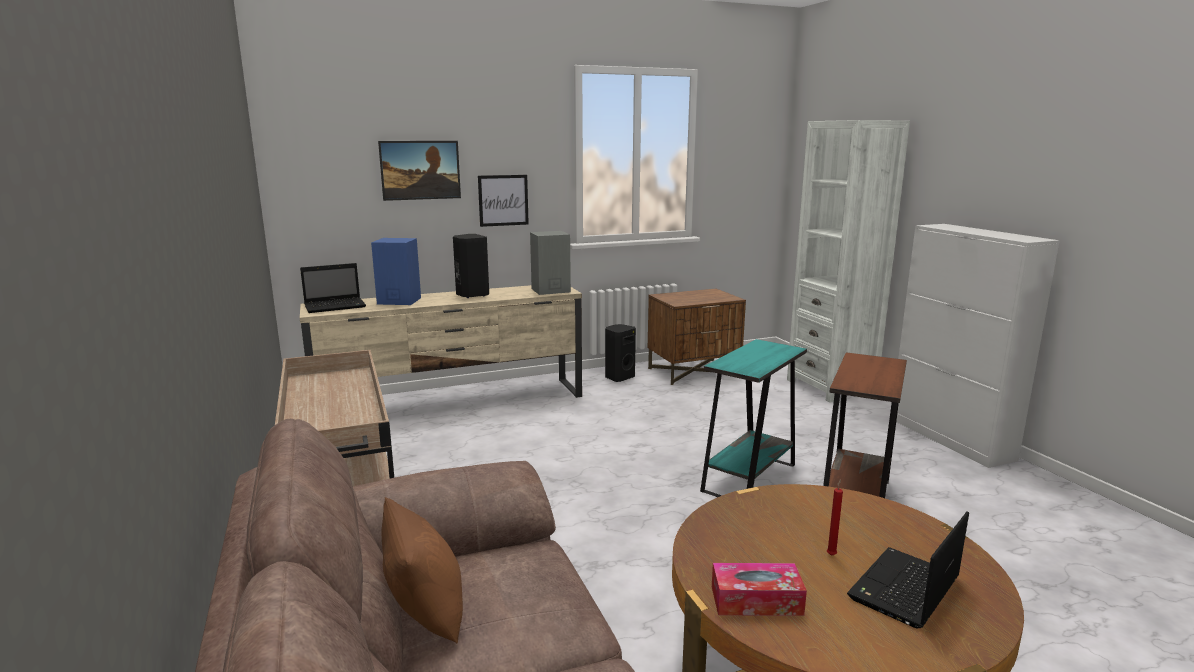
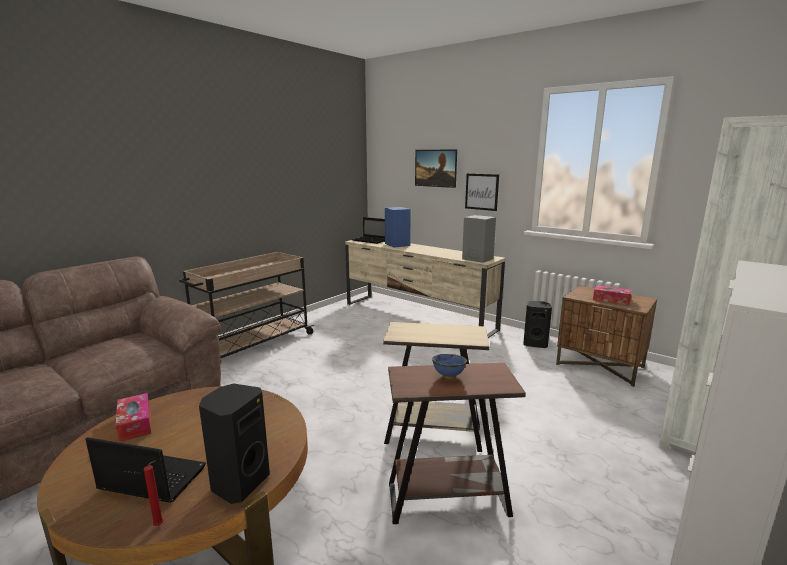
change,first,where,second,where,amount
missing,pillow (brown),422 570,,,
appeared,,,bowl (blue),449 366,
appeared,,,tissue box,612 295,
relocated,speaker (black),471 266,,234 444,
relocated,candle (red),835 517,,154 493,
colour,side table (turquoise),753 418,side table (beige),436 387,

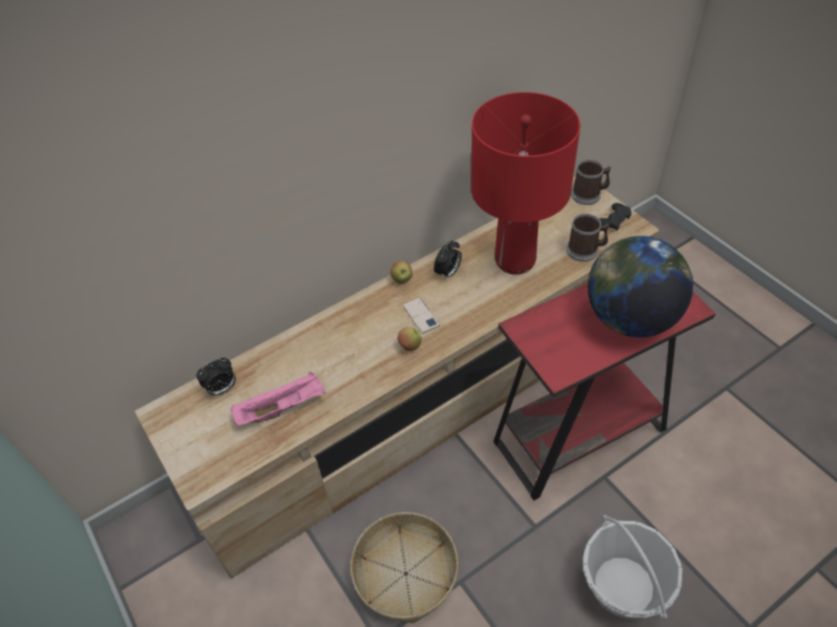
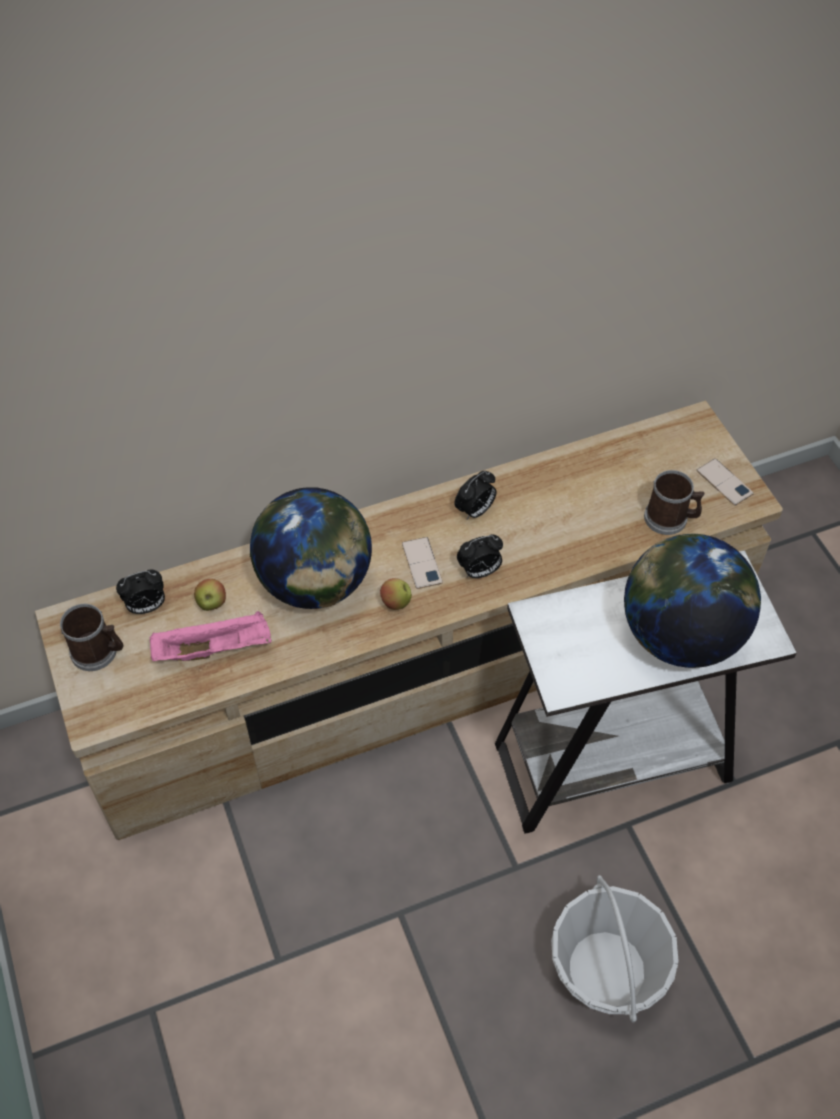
change,first,where,second,where,amount
missing,basket,404 567,,,
missing,table lamp (red),525 183,,,
appeared,,,globe,311 548,
appeared,,,alarm clock,480 556,
relocated,apple,401 272,,210 595,
relocated,mug,591 182,,92 637,
exchanged,game controller (black),615 217,phone,725 482,
colour,side table (red),604 391,side table (white),645 692,

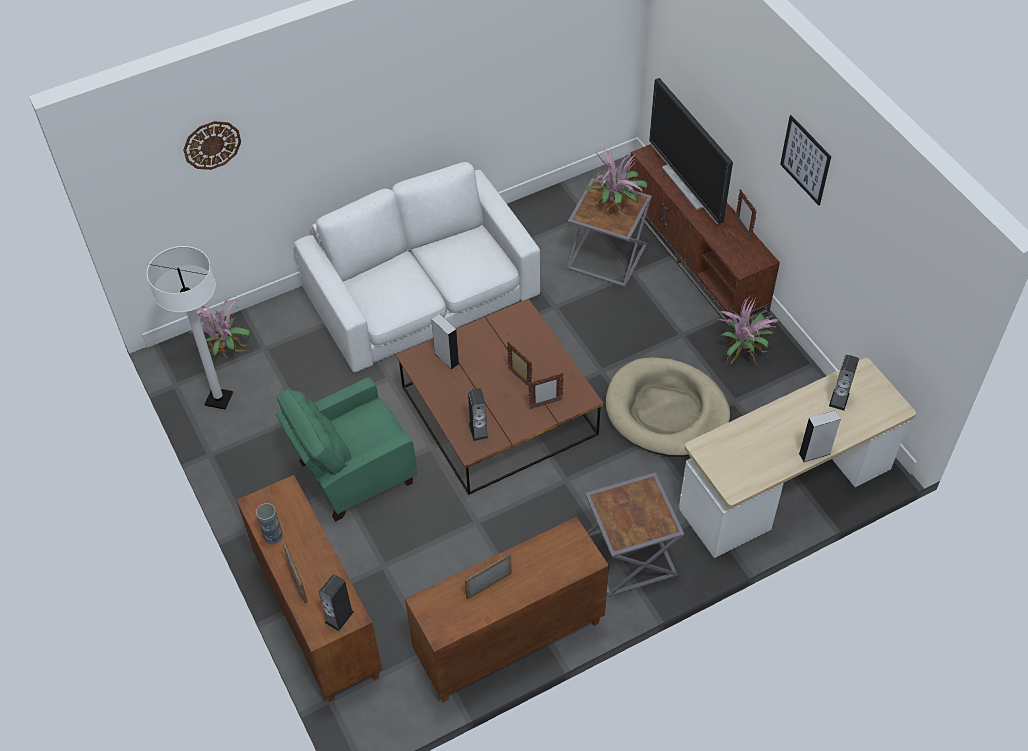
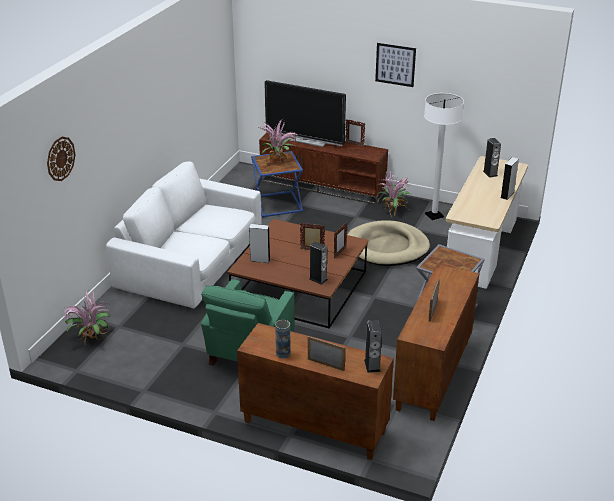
change,first,where,second,where,amount
relocated,floor lamp (white),190 327,,444 156,
colour,side table (grey),609 232,side table (blue),277 184,

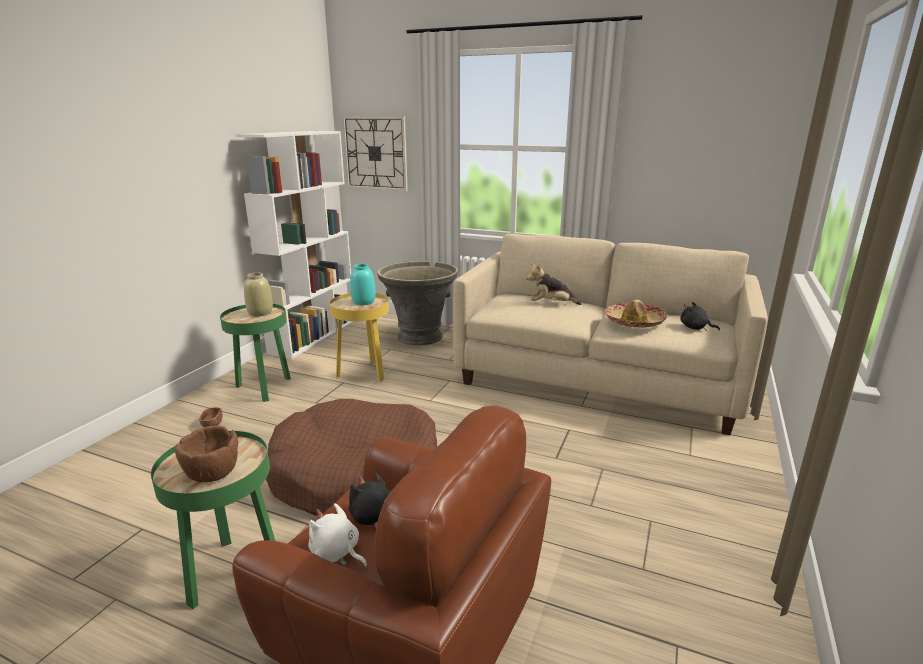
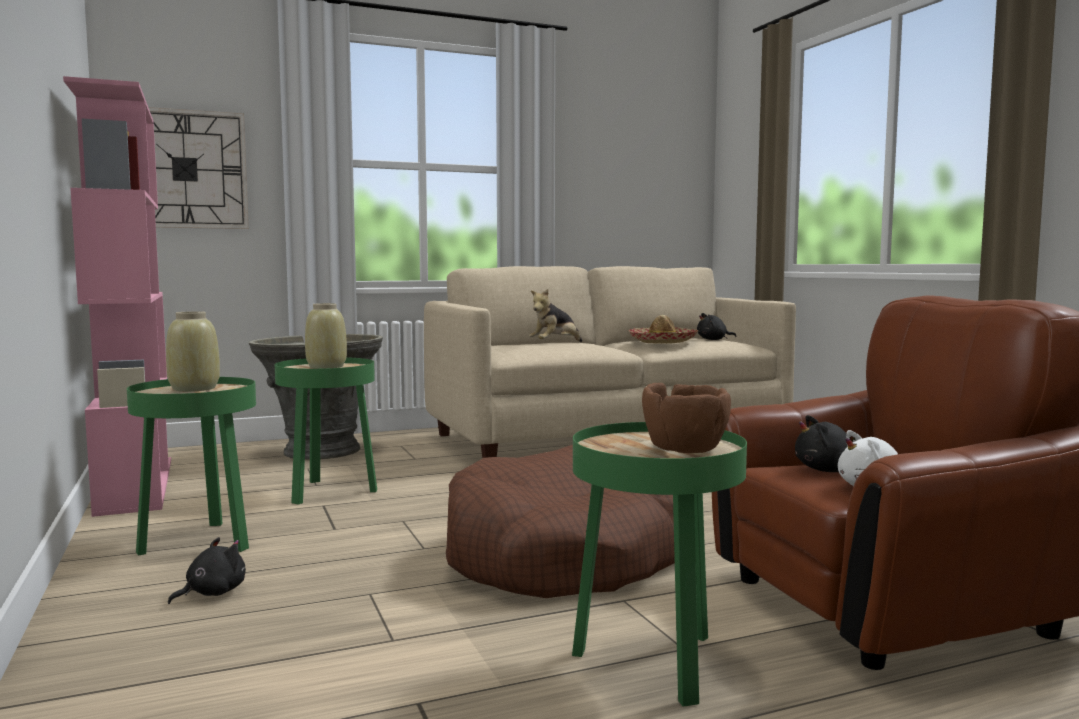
change,first,where,second,where,amount
exchanged,bowl (brown),211 417,plush toy (black),207 570,
colour,bookcase (white),295 245,bookcase (pink),117 296,
colour,side table (yellow),359 337,side table (green),326 431,
colour,vase (turquoise),363 284,vase (beige),326 336,

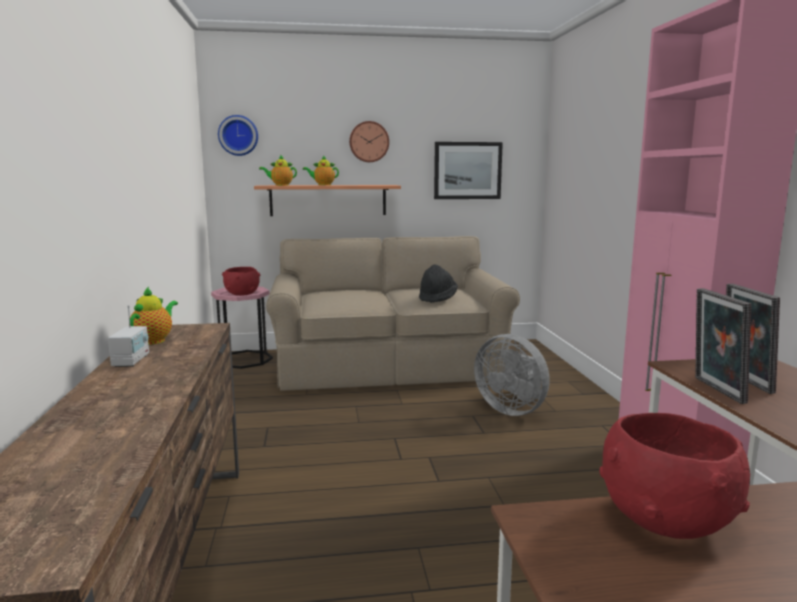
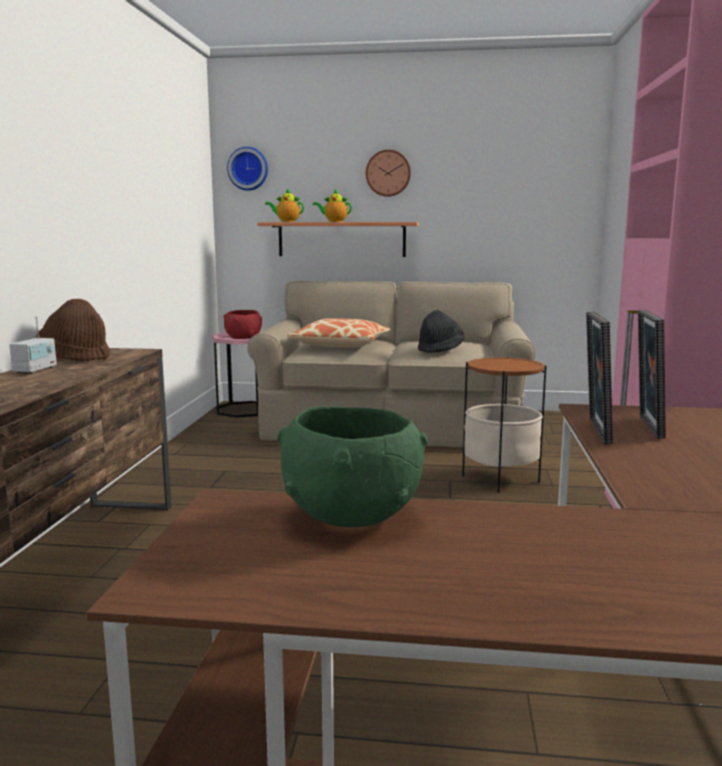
change,first,where,second,where,amount
missing,picture,468 170,,,
appeared,,,pillow,339 332,
exchanged,teapot,154 316,hat (brown),73 330,
exchanged,fan (grey),512 375,side table,504 425,
colour,bowl (red),675 476,bowl (green),352 467,

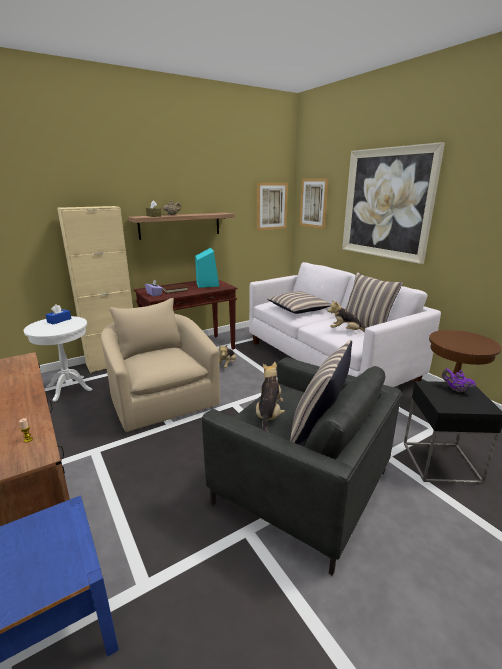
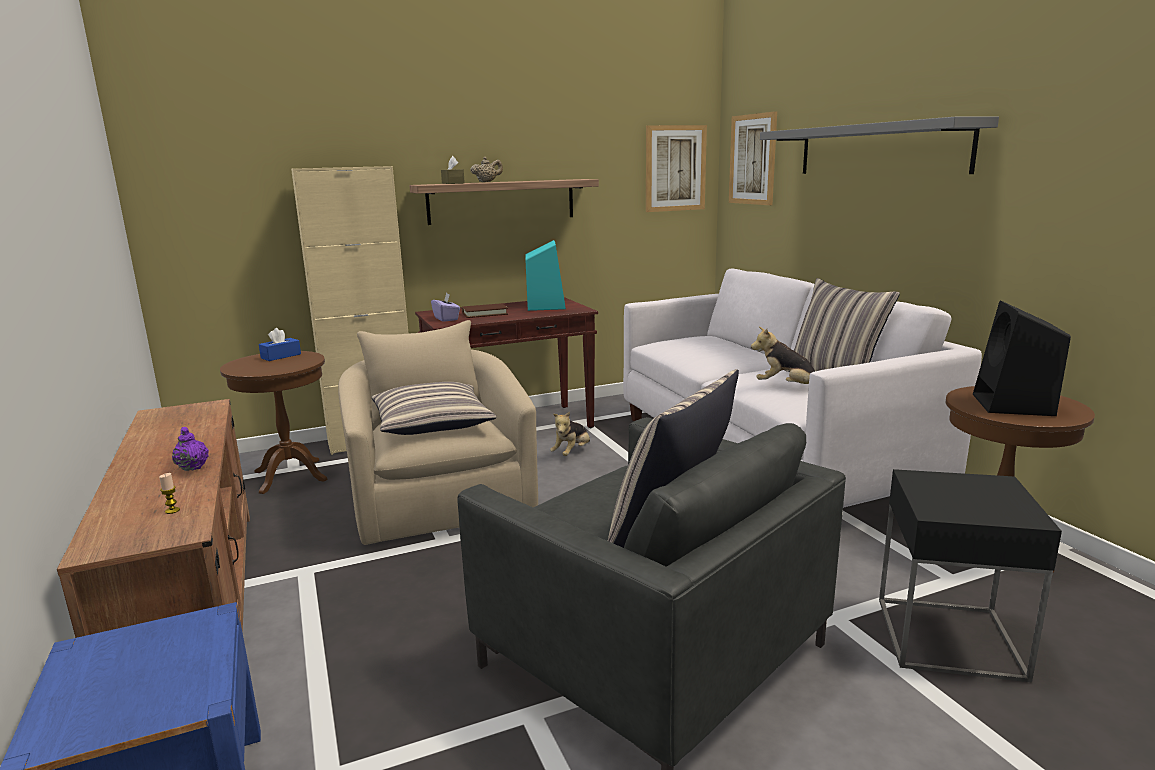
change,first,where,second,where,amount
missing,plush toy,270 397,,,
appeared,,,speaker (black),1022 358,
relocated,pillow,300 303,,434 408,
relocated,teapot (purple),459 380,,190 449,
exchanged,picture,393 203,shelf (grey),879 145,
colour,side table (white),58 359,side table (brown),274 422,

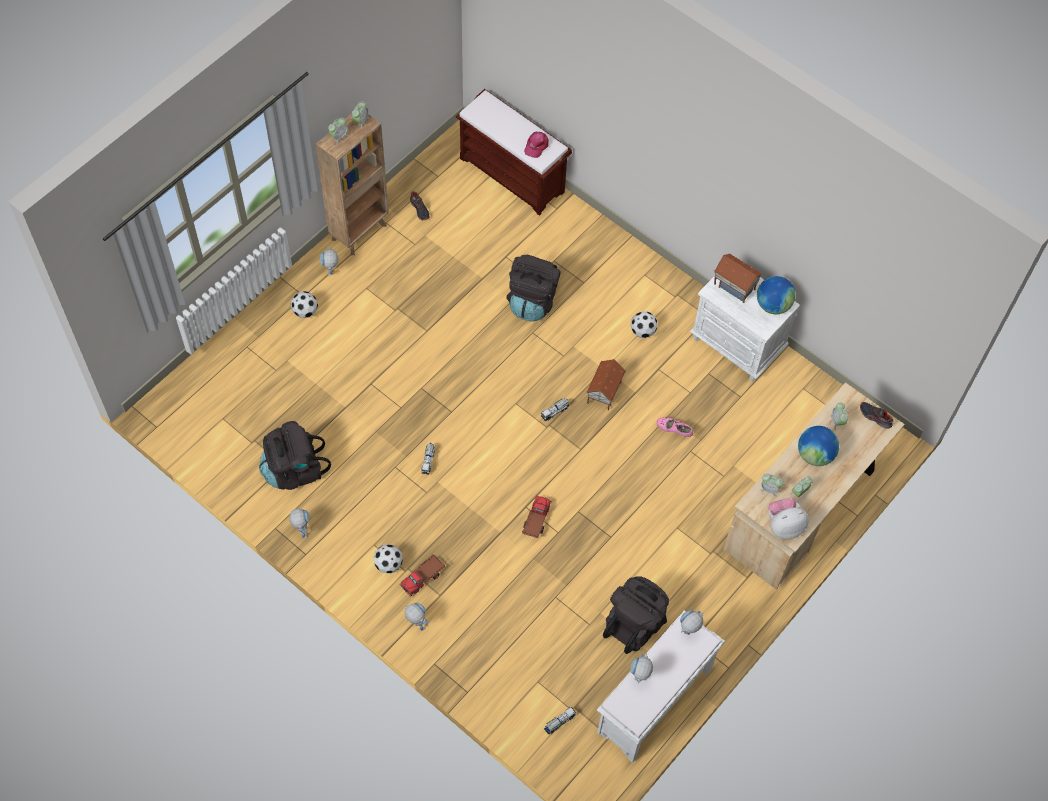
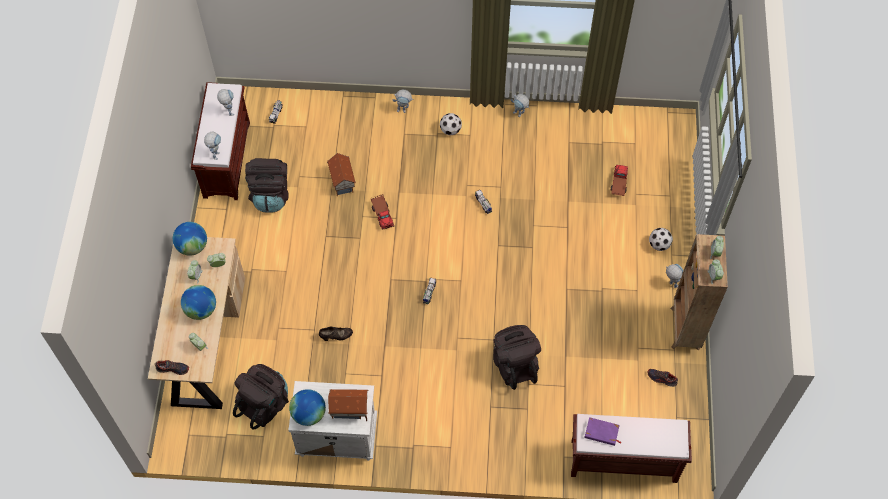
change,first,where,second,where,amount
missing,football,644 324,,,
relocated,backpack (black),295 455,,261 397,
relocated,toy truck,422 575,,619 180,
relocated,toy house,606 384,,341 174,
exchanged,cap (pink),536 144,book (purple),602 431,
exchanged,plush toy,788 518,globe,190 239,
colour,bench (white),661 687,bench (brown),220 141,
colour,shoe (pink),674 427,shoe (black),336 334,

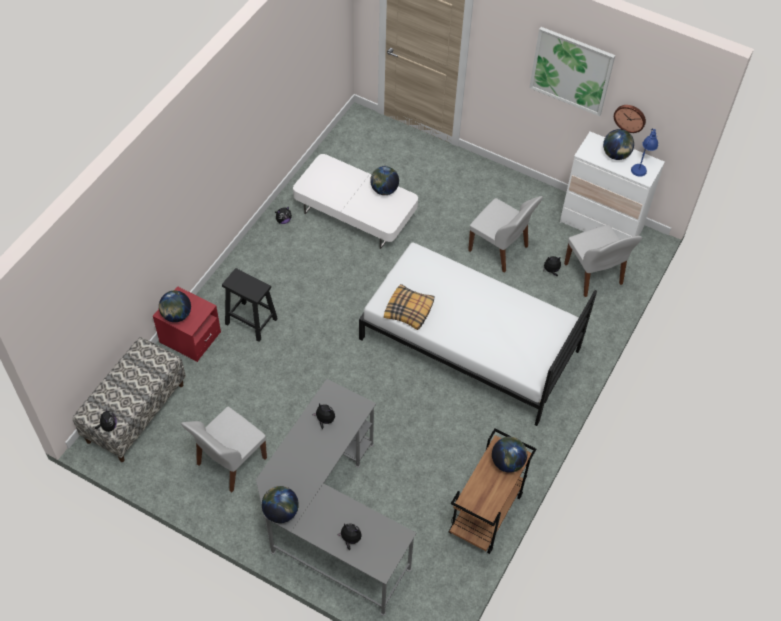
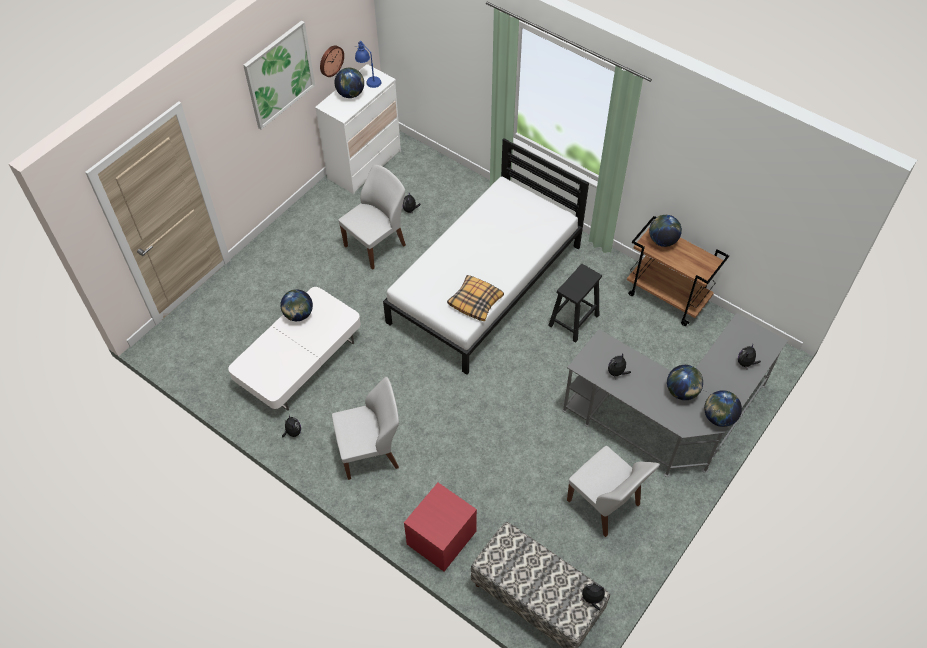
change,first,where,second,where,amount
relocated,globe,175 306,,685 382,
relocated,stool (black),250 305,,575 303,
relocated,chair (white),603 261,,365 428,

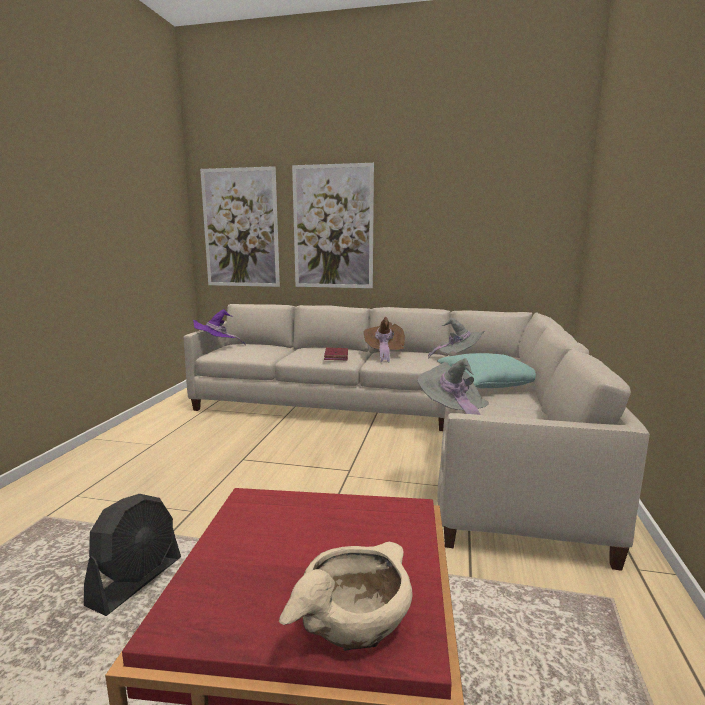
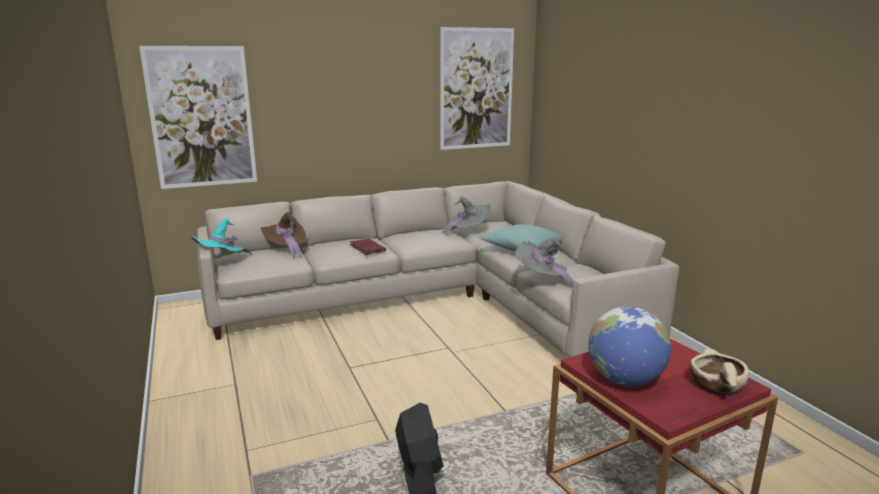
change,first,where,second,where,amount
appeared,,,globe,629 346,
relocated,picture,333 225,,477 88,
relocated,hat (brown),384 340,,285 235,
colour,hat (purple),219 327,hat (turquoise),221 236,

